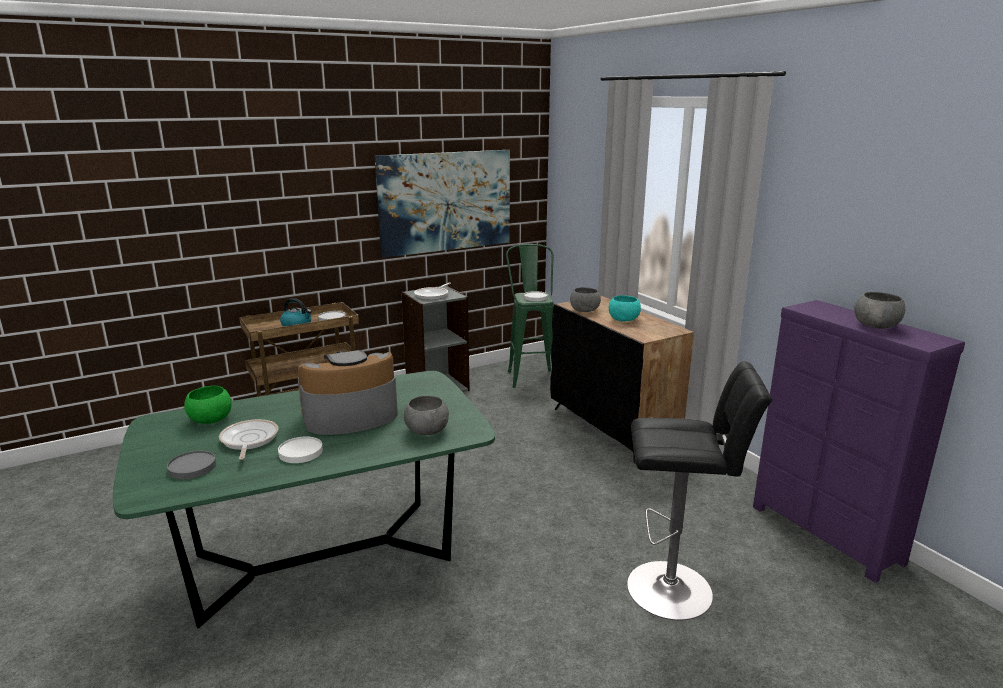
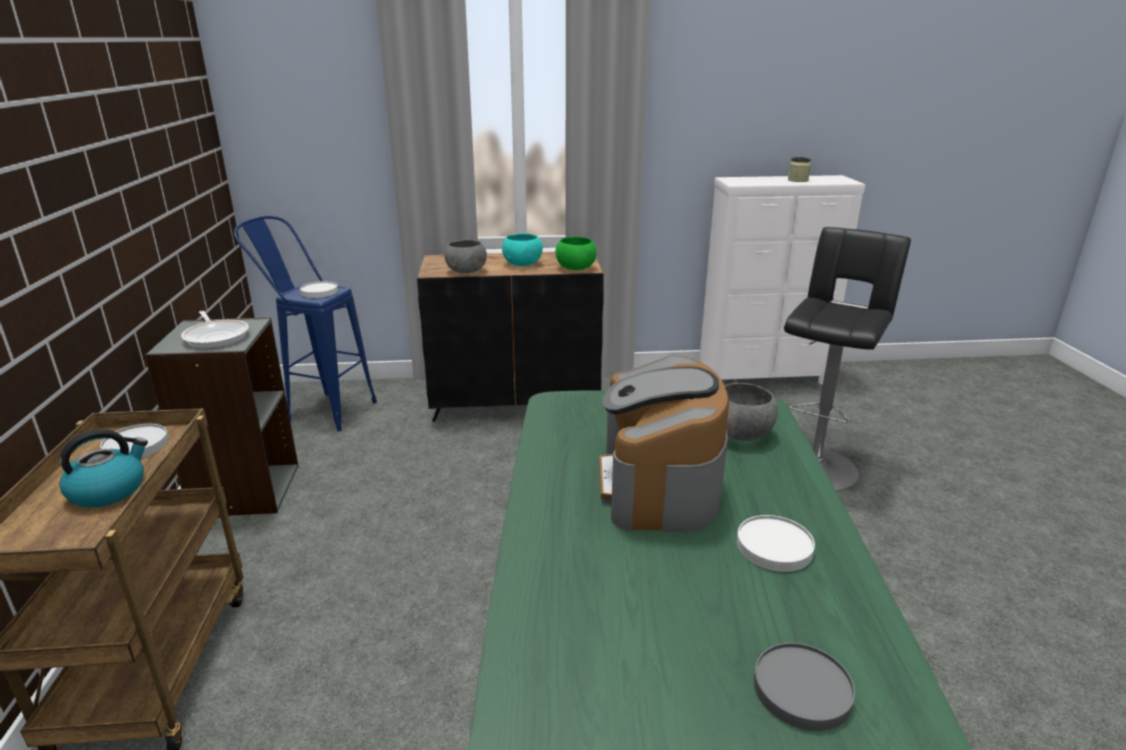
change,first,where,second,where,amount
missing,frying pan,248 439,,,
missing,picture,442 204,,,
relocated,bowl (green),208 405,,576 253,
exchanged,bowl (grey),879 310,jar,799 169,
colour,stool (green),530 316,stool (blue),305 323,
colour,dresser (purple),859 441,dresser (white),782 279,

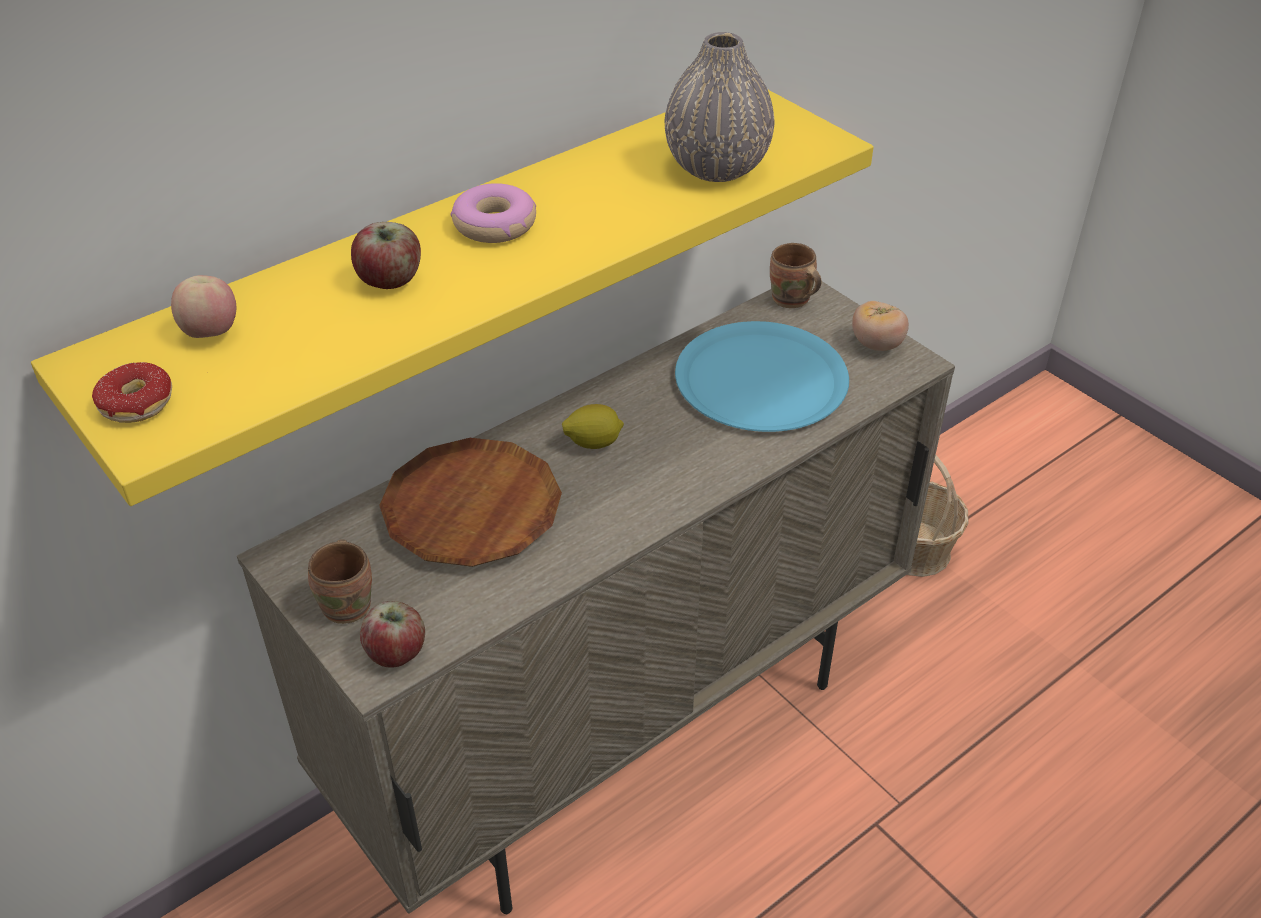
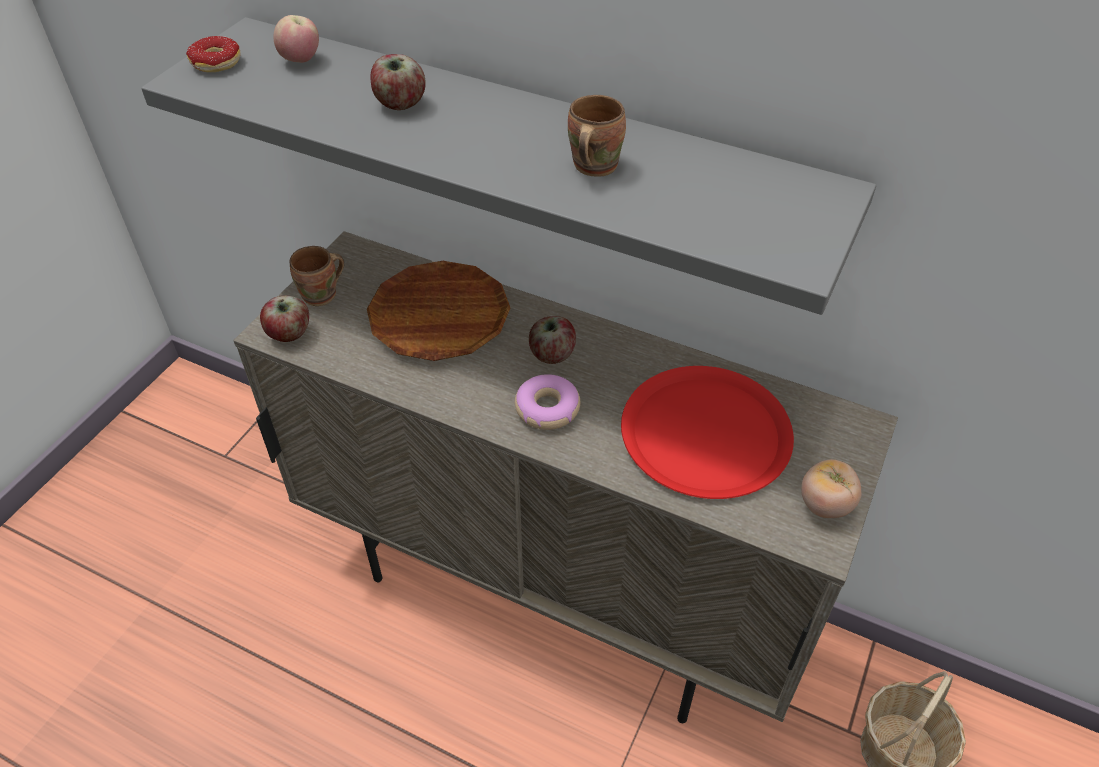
change,first,where,second,where,amount
missing,vase (grey),719 107,,,
relocated,donut,493 213,,547 402,
relocated,mug (brown),796 275,,597 136,
exchanged,lemon,593 426,apple,552 340,
colour,shelf (yellow),452 298,shelf (grey),508 166,
colour,plate (blue),762 376,plate (red),707 432,

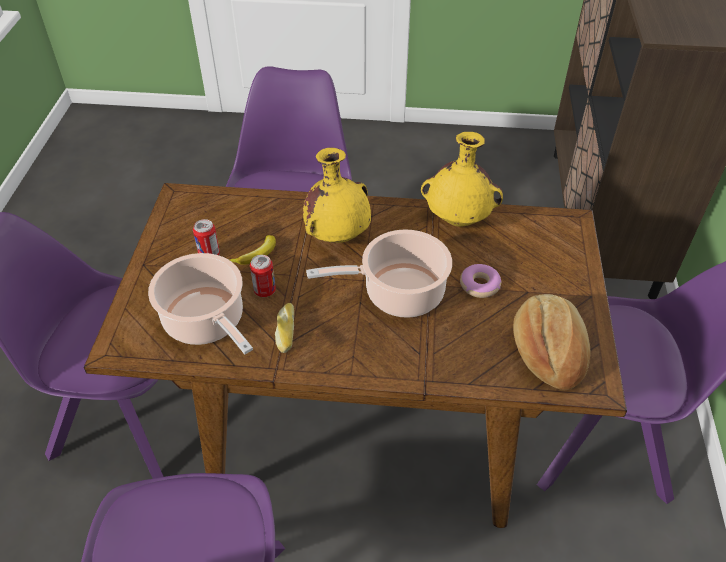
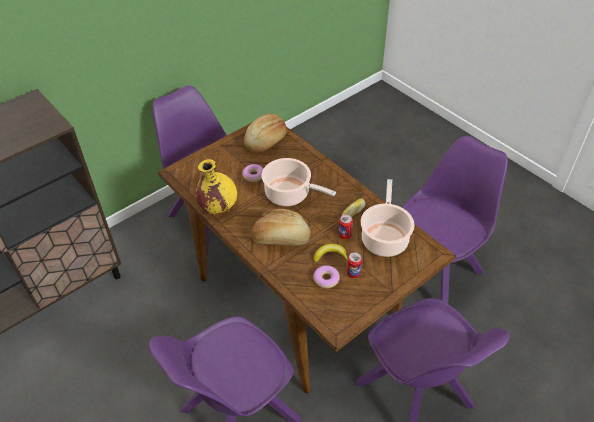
change,first,where,second,where,amount
appeared,,,donut,326 276,
exchanged,vase (yellow),337 195,bread,281 227,

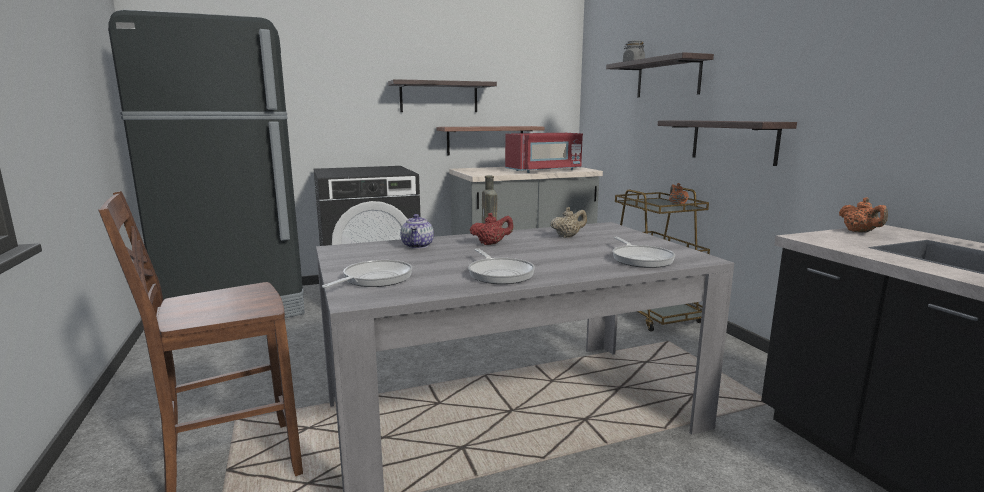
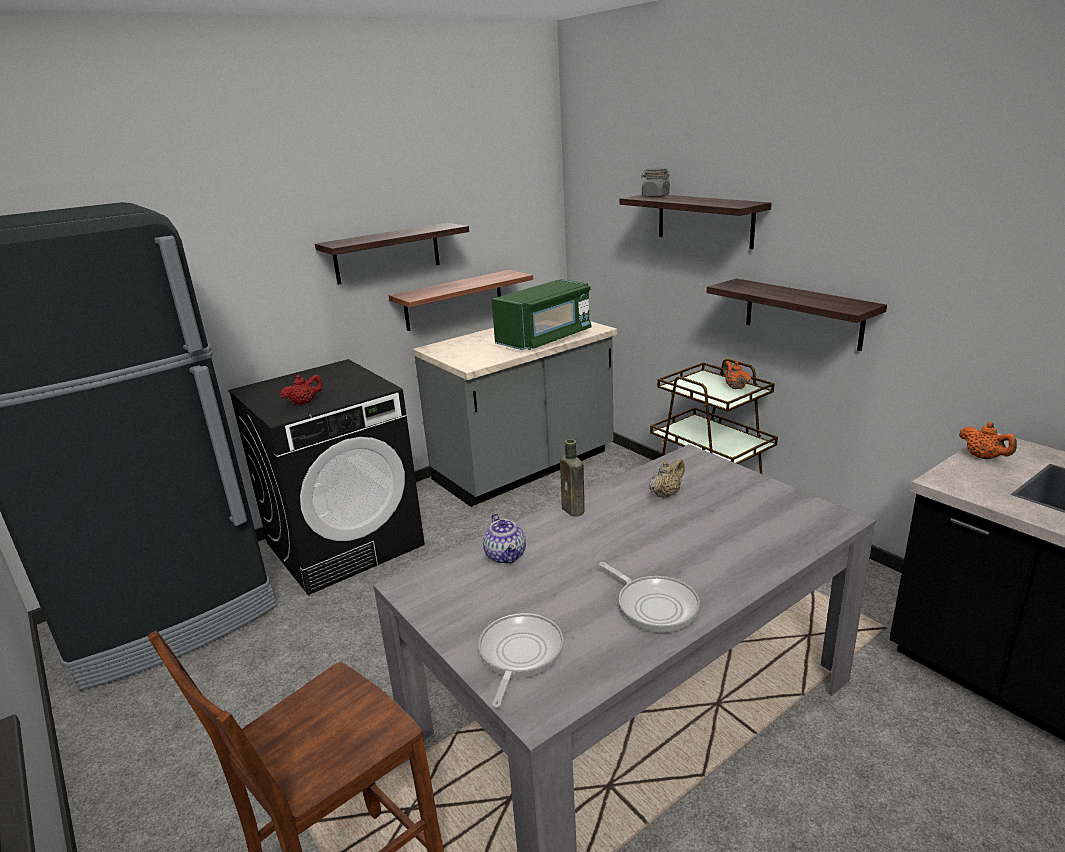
change,first,where,second,where,amount
missing,frying pan,644 252,,,
relocated,teapot (red),492 229,,301 390,
colour,microwave (red),544 153,microwave (green),541 314,

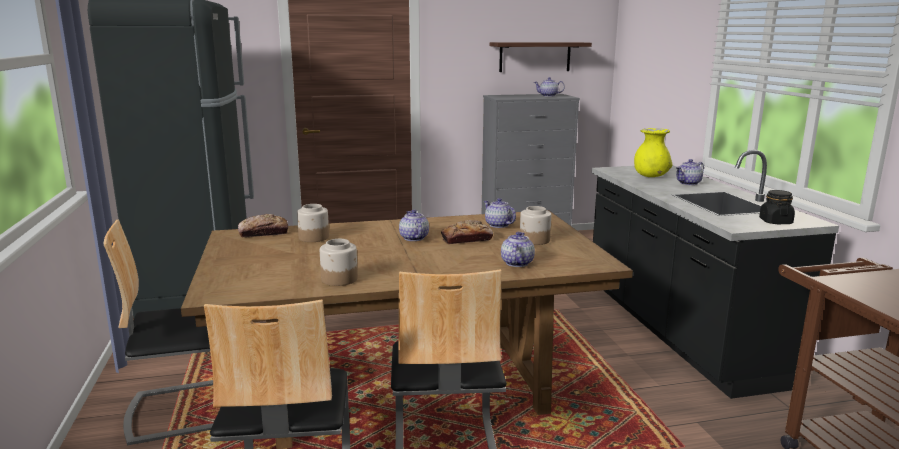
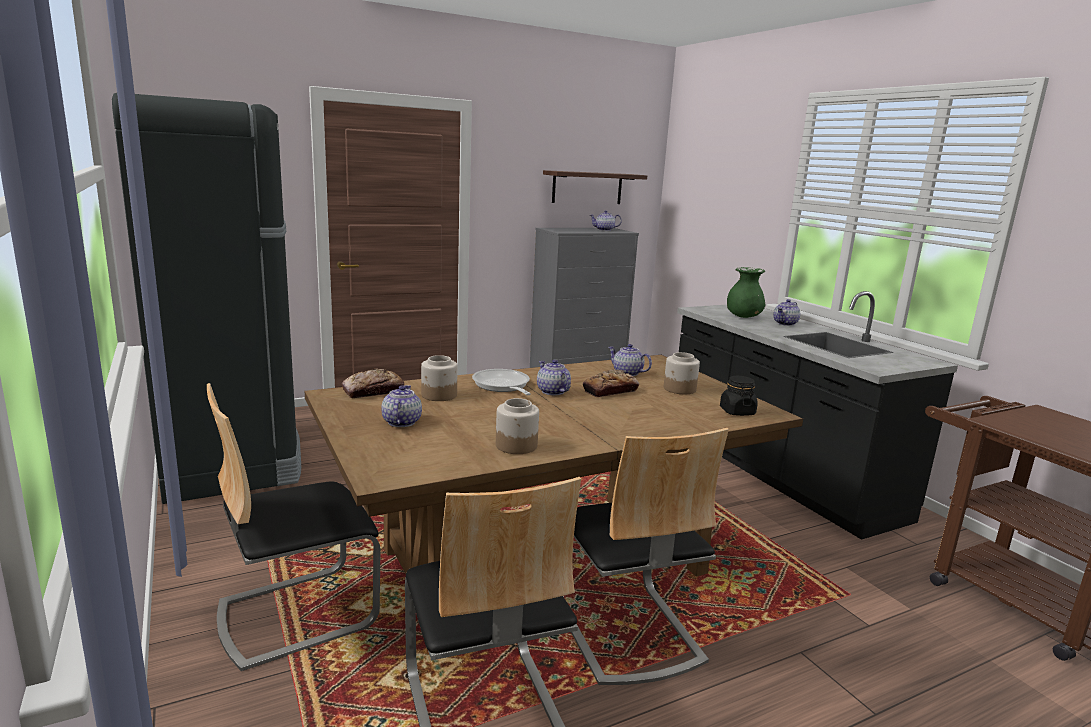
change,first,where,second,where,amount
appeared,,,frying pan,501 382,
relocated,teapot,518 249,,401 406,
relocated,jar (black),777 207,,739 396,
colour,vase (yellow),653 152,vase (green),746 292,

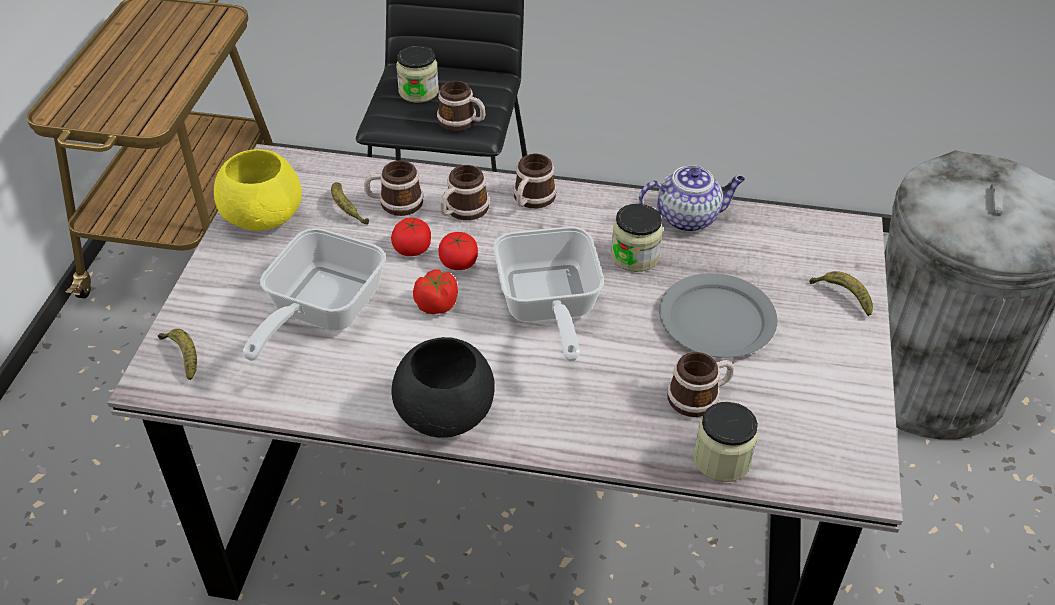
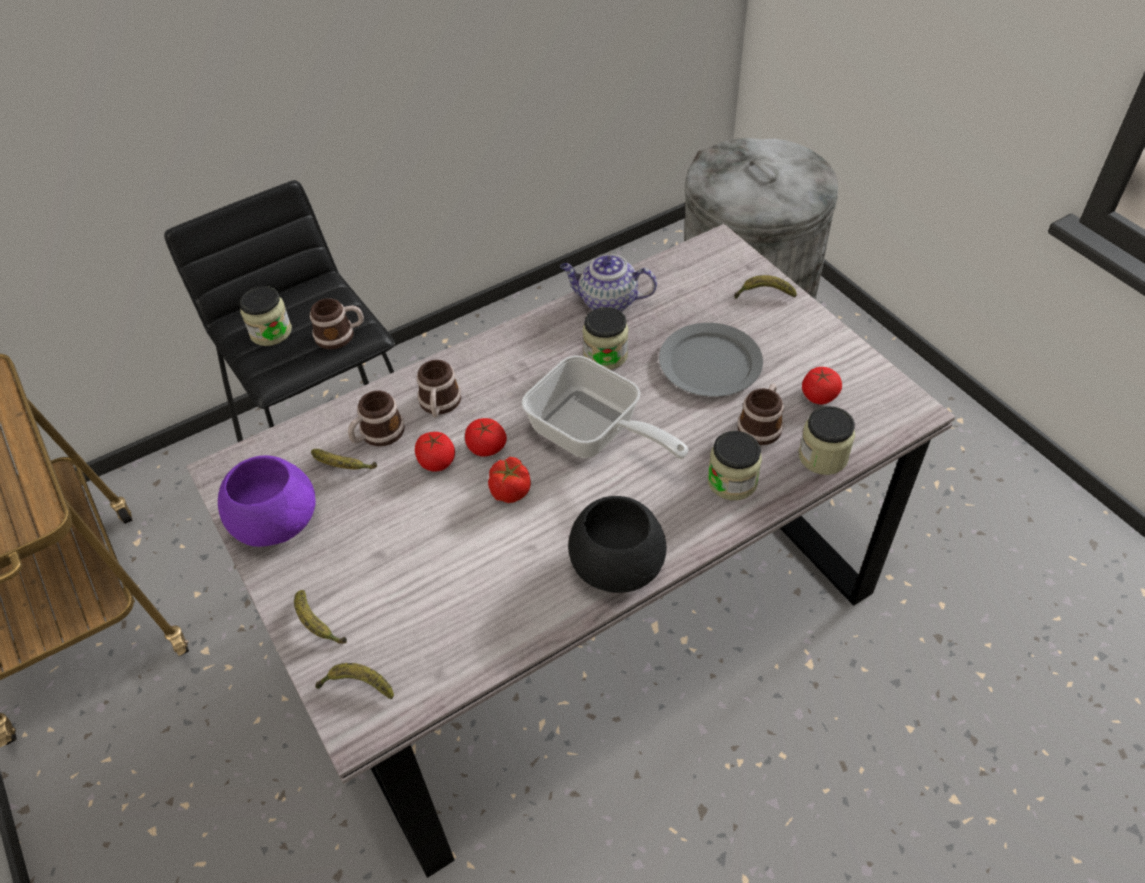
change,first,where,second,where,amount
missing,frying pan,314 294,,,
missing,mug,534 181,,,
appeared,,,banana,320 617,
appeared,,,jar,734 465,
appeared,,,tomato,822 385,
colour,bowl (yellow),258 190,bowl (purple),267 501,
spun,teapot,691 198,,608 283,120 degrees counterclockwise

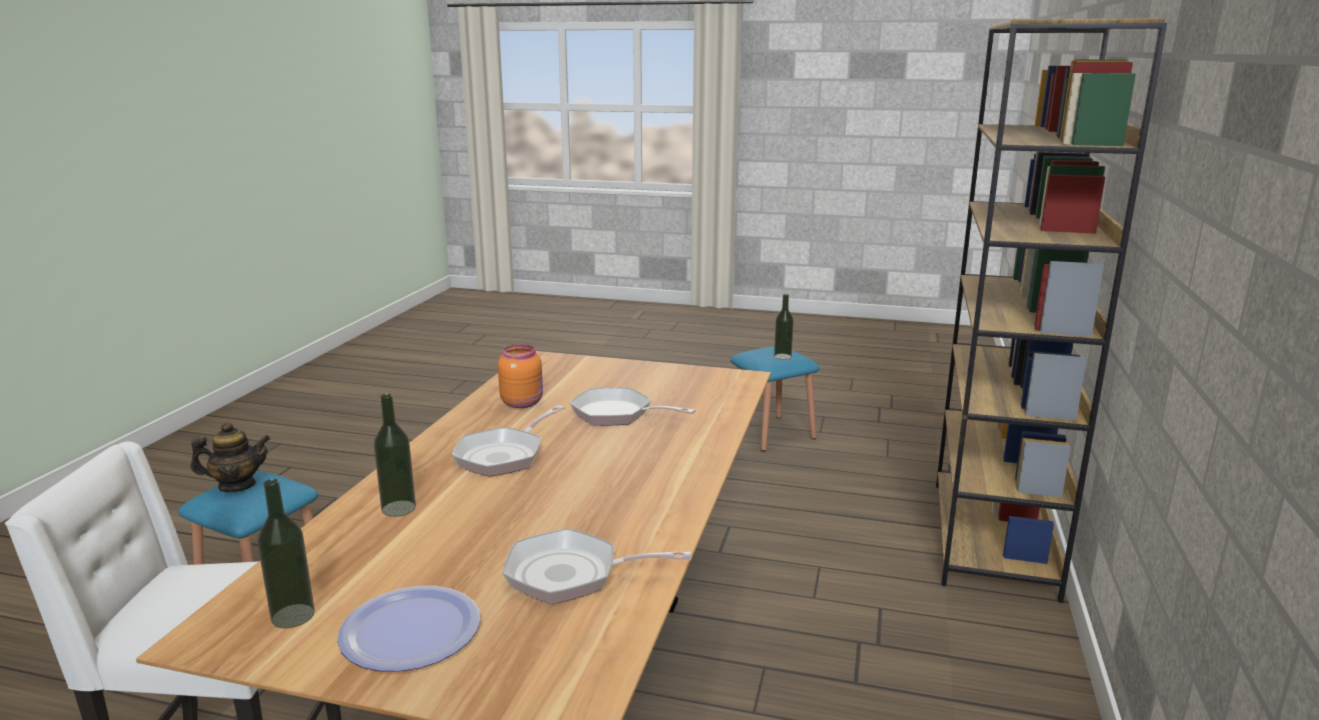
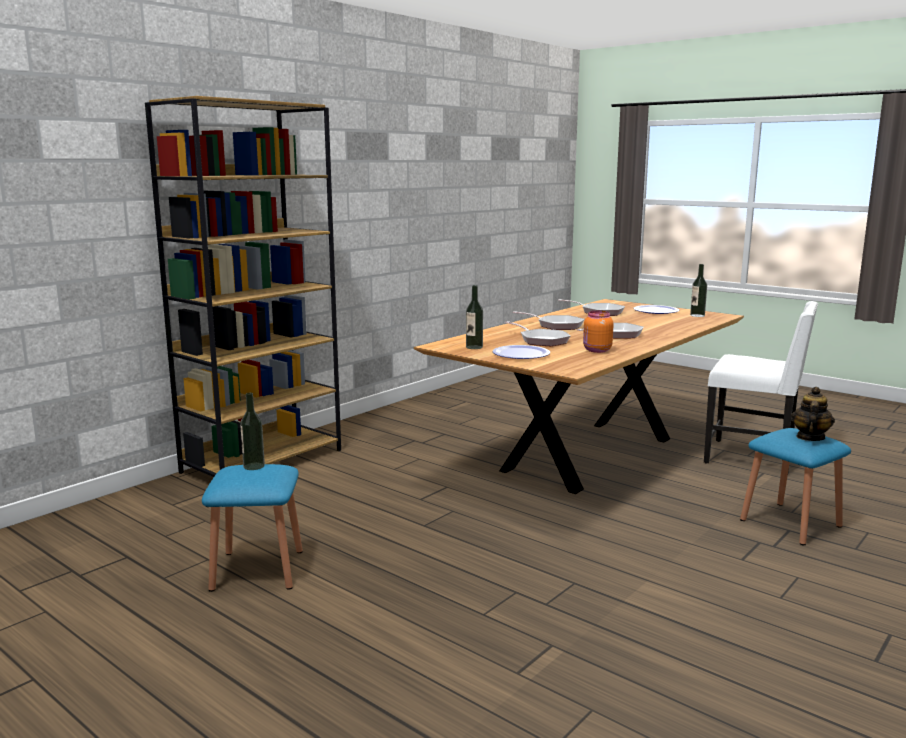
change,first,where,second,where,amount
appeared,,,plate,521 352,
appeared,,,frying pan,548 320,
relocated,bottle,395 455,,474 317,
spun,teapot,231 457,,813 414,105 degrees clockwise

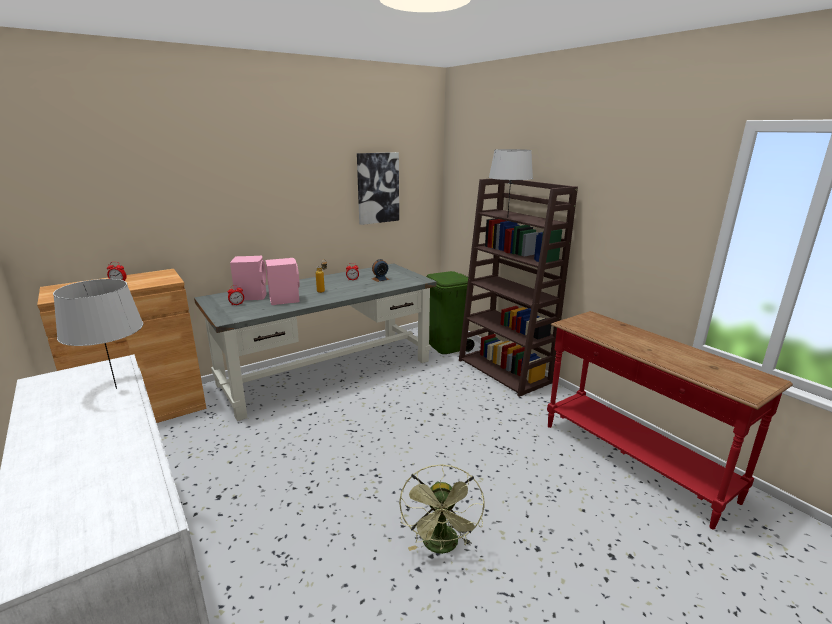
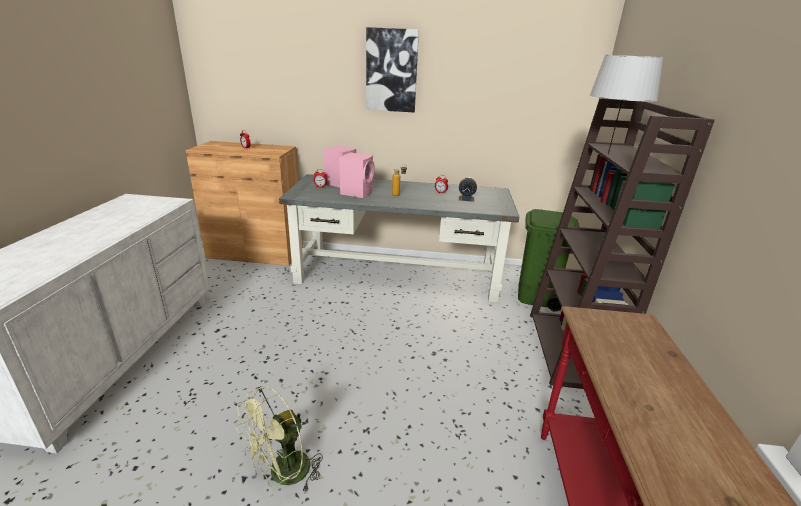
change,first,where,second,where,amount
missing,table lamp (grey),98 334,,,
relocated,picture,378 188,,392 69,

